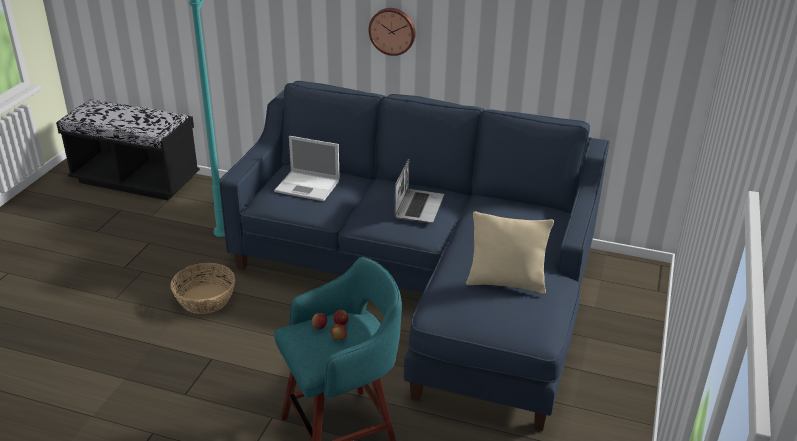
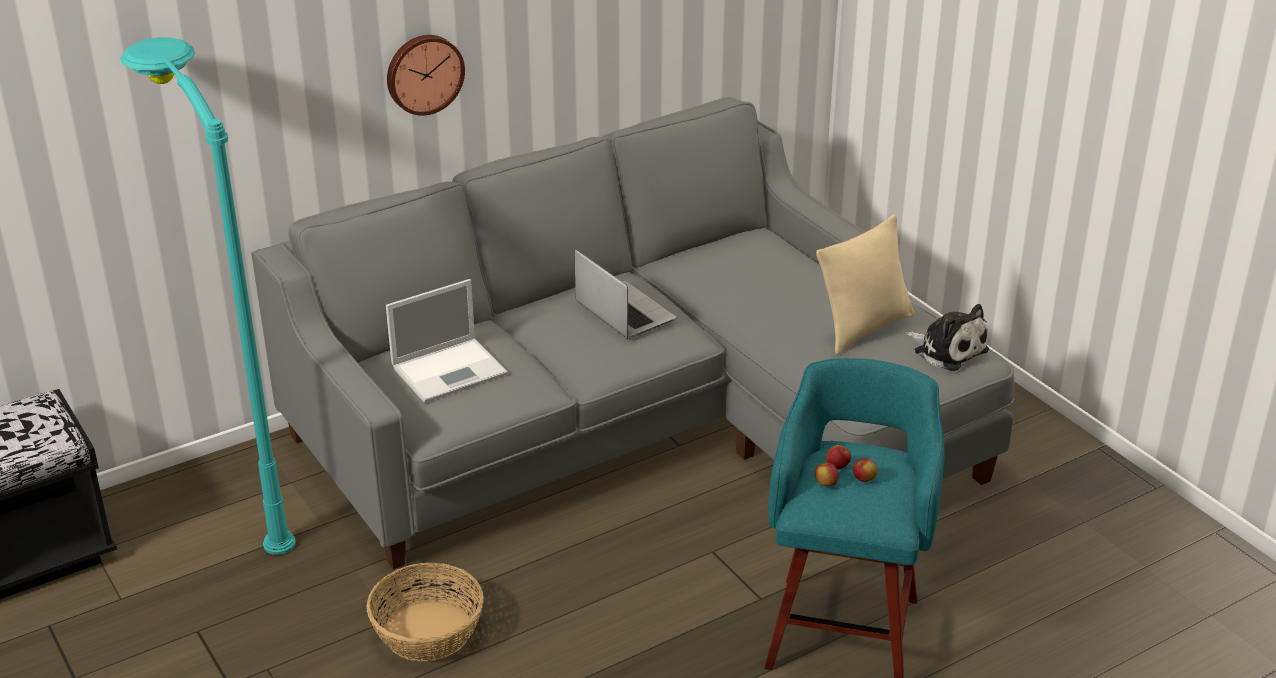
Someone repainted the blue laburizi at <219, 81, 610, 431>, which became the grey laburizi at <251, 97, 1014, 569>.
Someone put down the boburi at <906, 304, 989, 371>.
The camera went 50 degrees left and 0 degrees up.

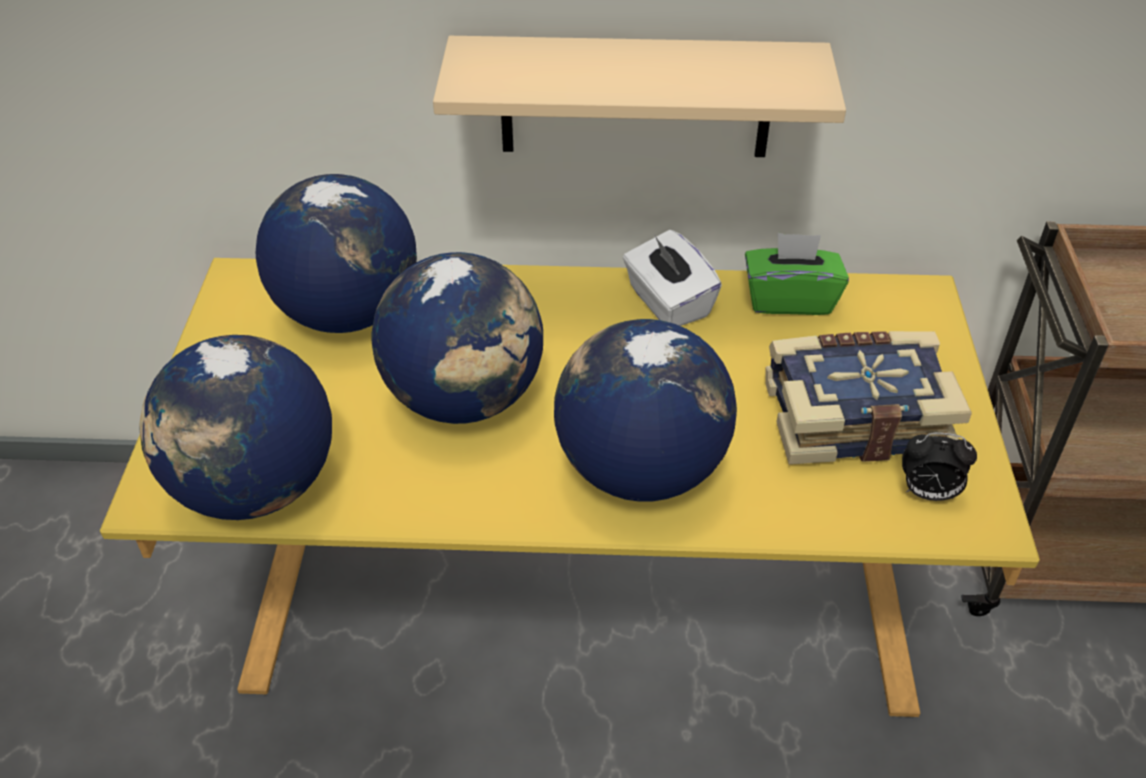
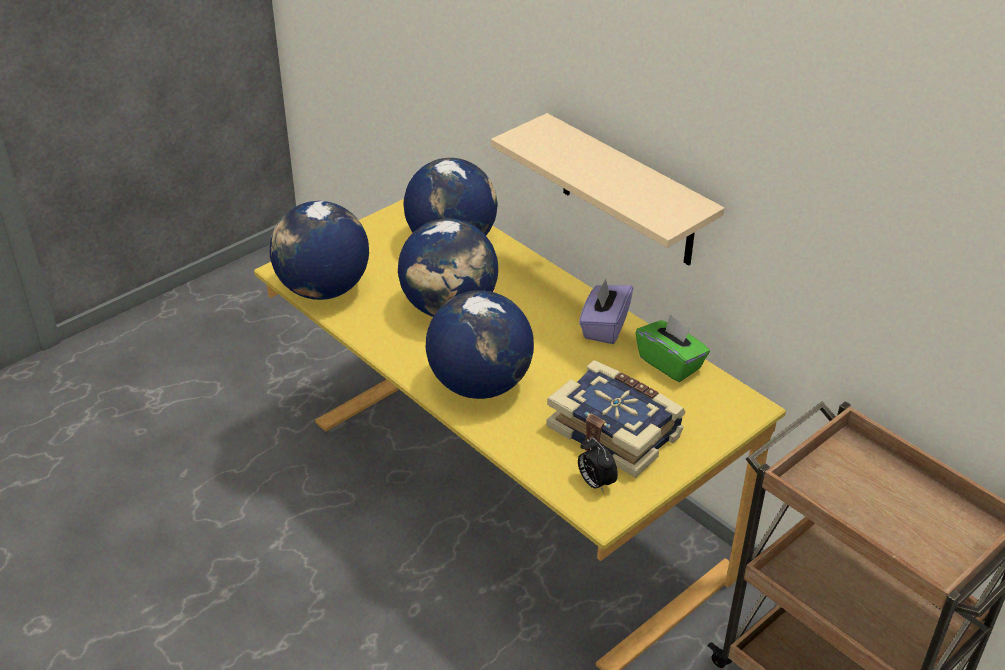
Someone repainted the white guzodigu at <623, 230, 722, 326>, which became the purple guzodigu at <579, 279, 633, 344>.
The camera went 45 degrees right and 5 degrees down.

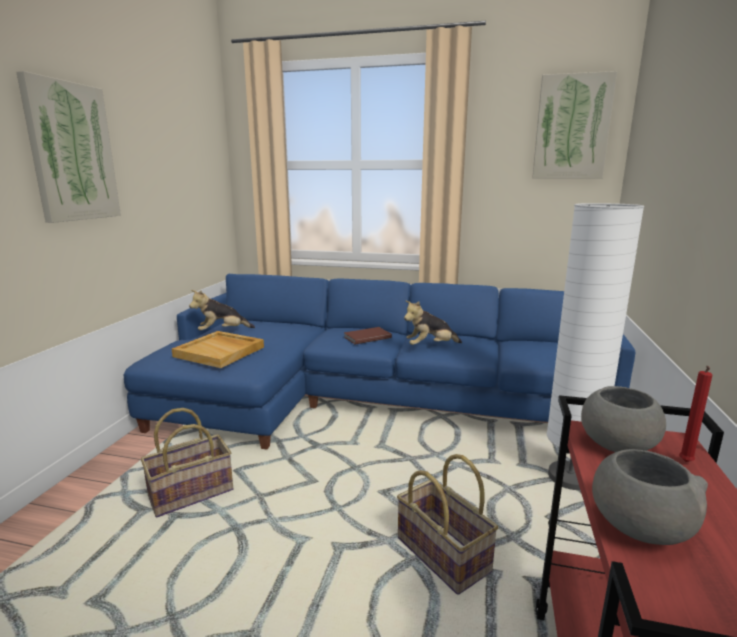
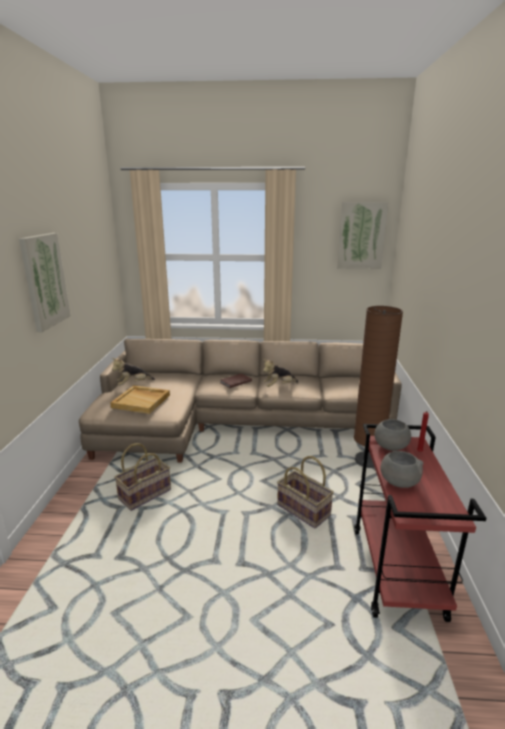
Someone repainted the blue laburizi at <124, 274, 636, 450>, which became the beige laburizi at <79, 339, 402, 463>.
Someone repainted the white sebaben at <546, 203, 644, 490>, which became the brown sebaben at <354, 306, 403, 468>.
The camera went 10 degrees left and 5 degrees up.

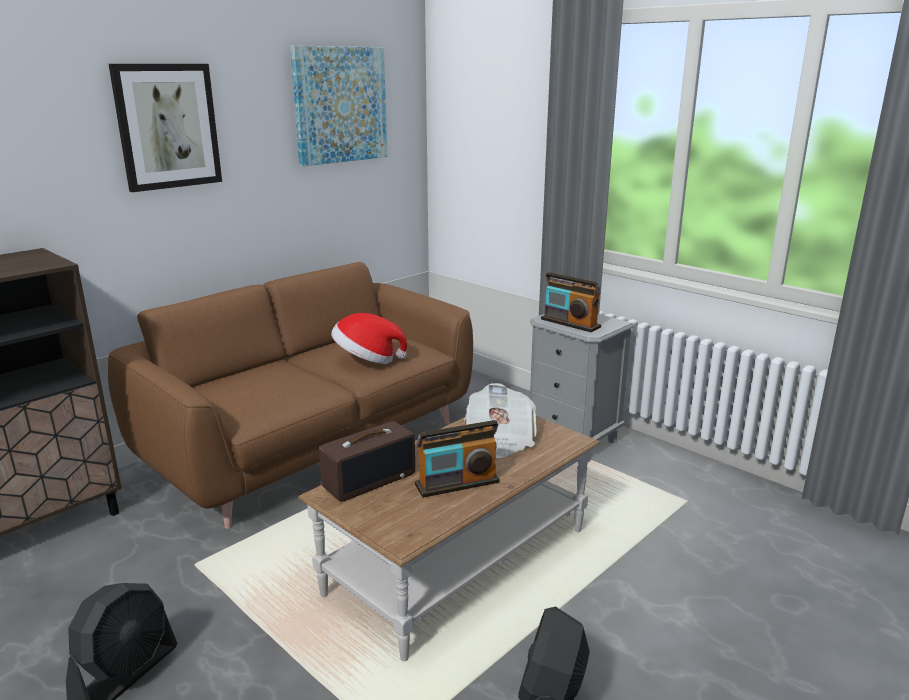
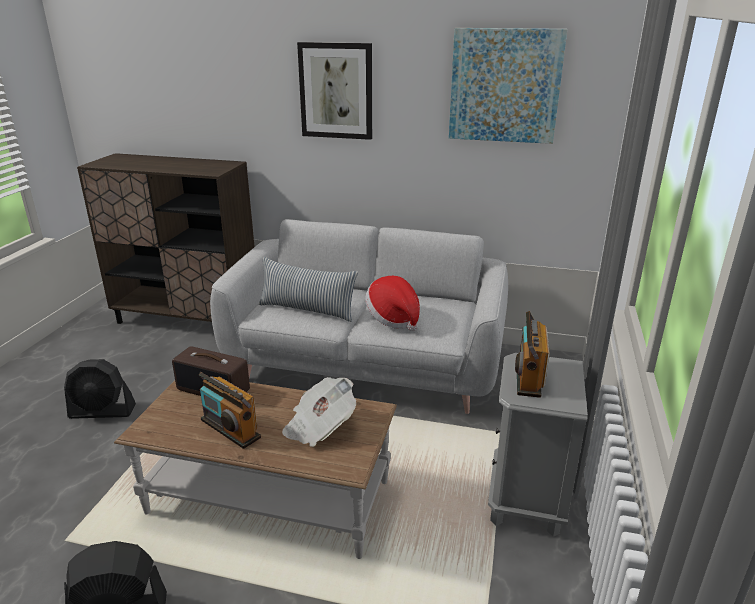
Someone repainted the brown laburizi at <108, 262, 473, 528>, which became the grey laburizi at <210, 219, 508, 414>.
Someone put down the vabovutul at <259, 257, 358, 322>.
The camera went 60 degrees right and 5 degrees up.

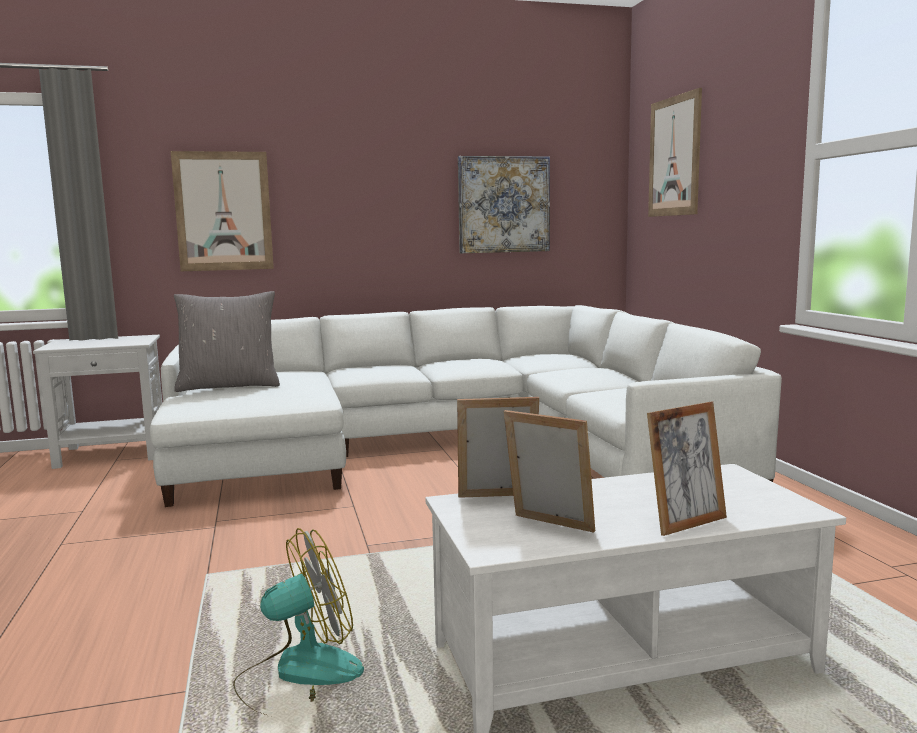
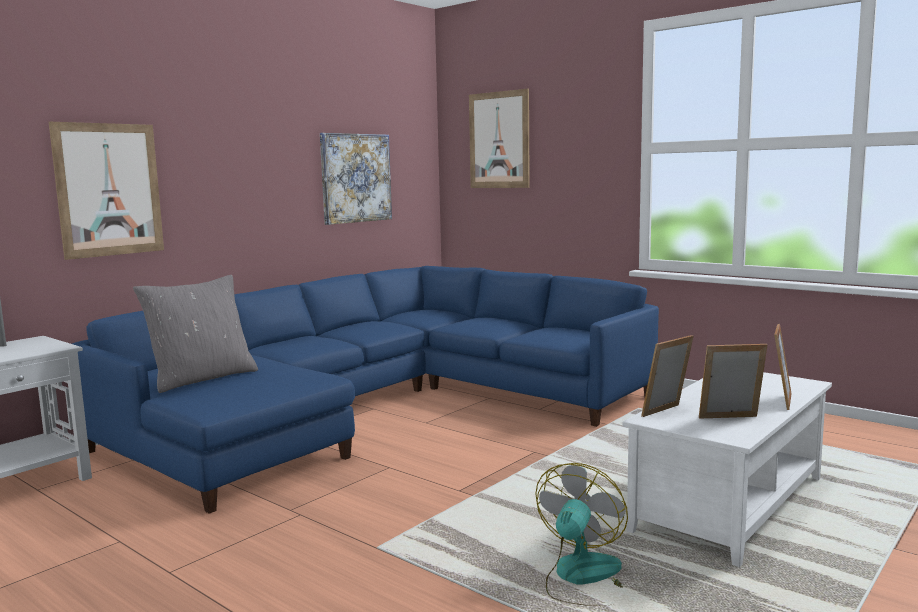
Someone repainted the white laburizi at <150, 305, 782, 507>, which became the blue laburizi at <72, 266, 659, 514>.
The camera went 35 degrees left and 0 degrees up.

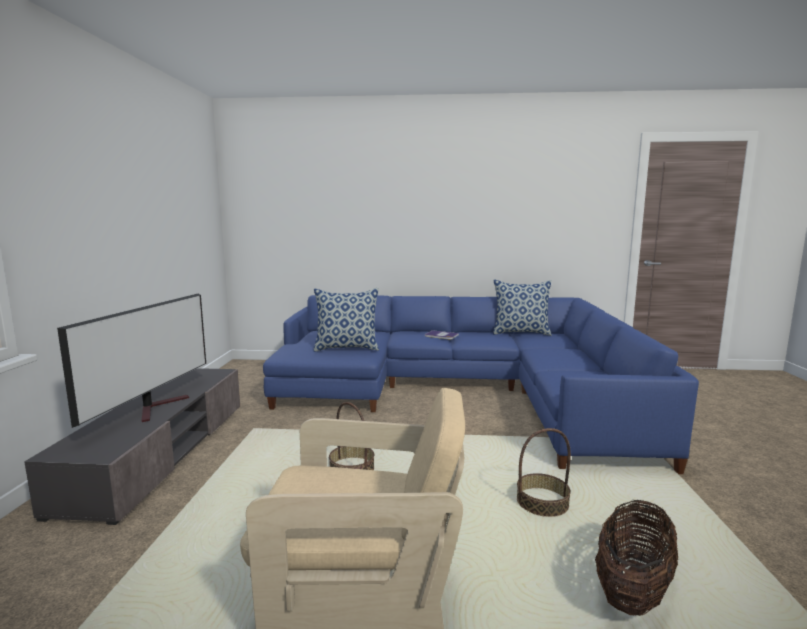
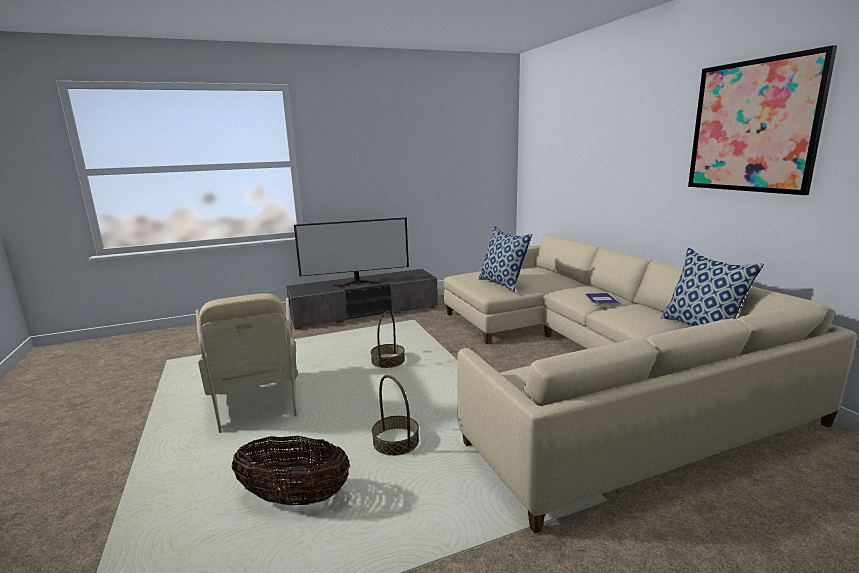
Someone repainted the blue laburizi at <263, 295, 699, 474>, which became the beige laburizi at <444, 234, 857, 534>.
Someone put up the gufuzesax at <688, 45, 837, 195>.
The camera went 65 degrees right and 5 degrees up.

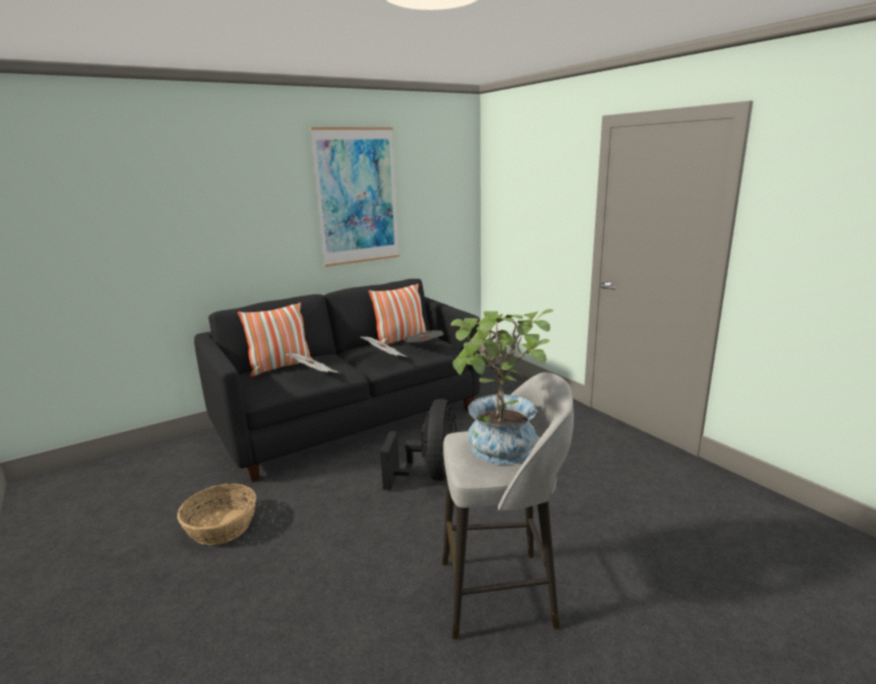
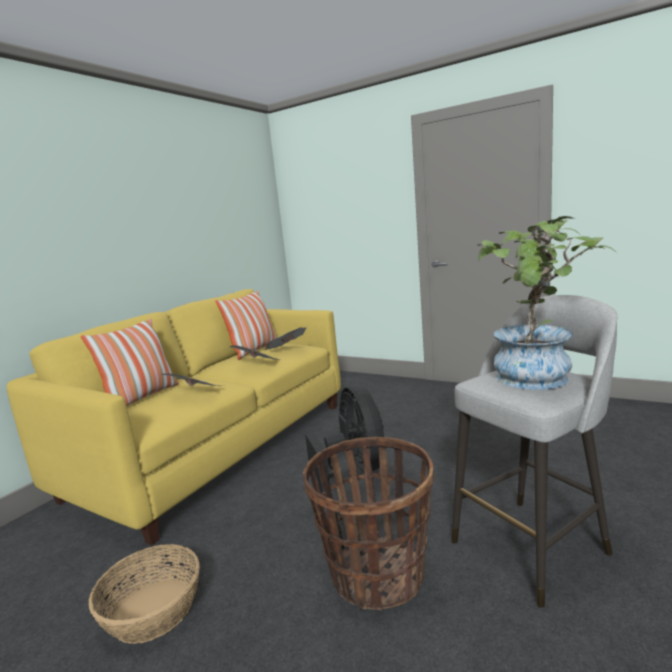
Someone repainted the black laburizi at <194, 279, 480, 482>, which became the yellow laburizi at <7, 289, 341, 545>.
Someone put down the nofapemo at <303, 437, 434, 610>.
Someone took away the gufuzesax at <310, 127, 400, 267>.
The camera went 25 degrees left and 5 degrees down.

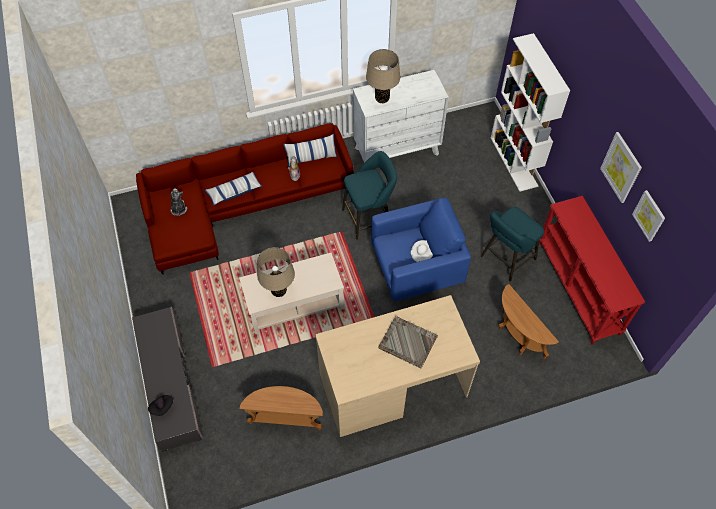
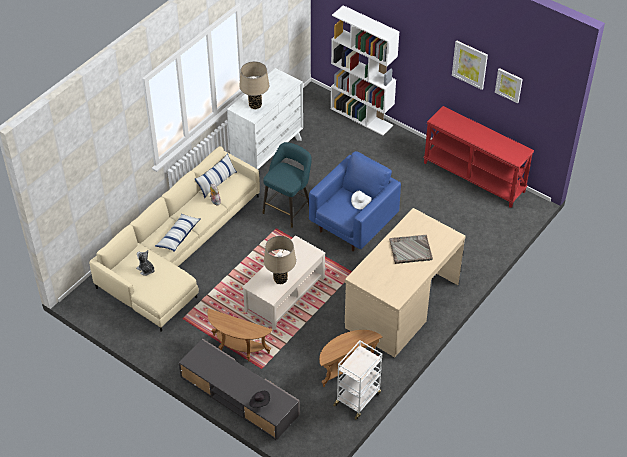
Someone repainted the red laburizi at <136, 123, 354, 274>, which became the beige laburizi at <89, 146, 260, 332>.
Someone carried the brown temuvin from <499, 284, 559, 359> to <207, 309, 272, 362>.
Someone put down the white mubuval at <333, 341, 382, 420>.
Someone took away the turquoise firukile at <481, 207, 544, 281>.
The camera went 35 degrees left and 10 degrees down.

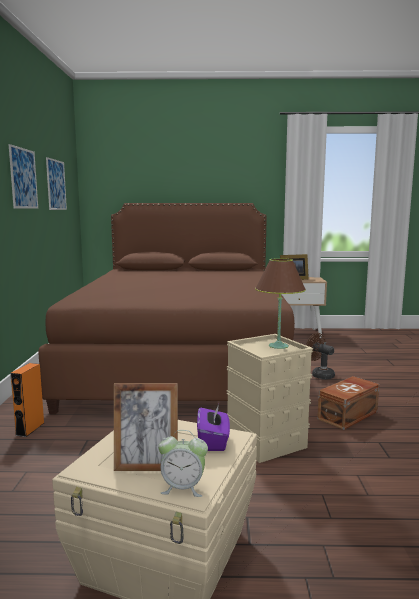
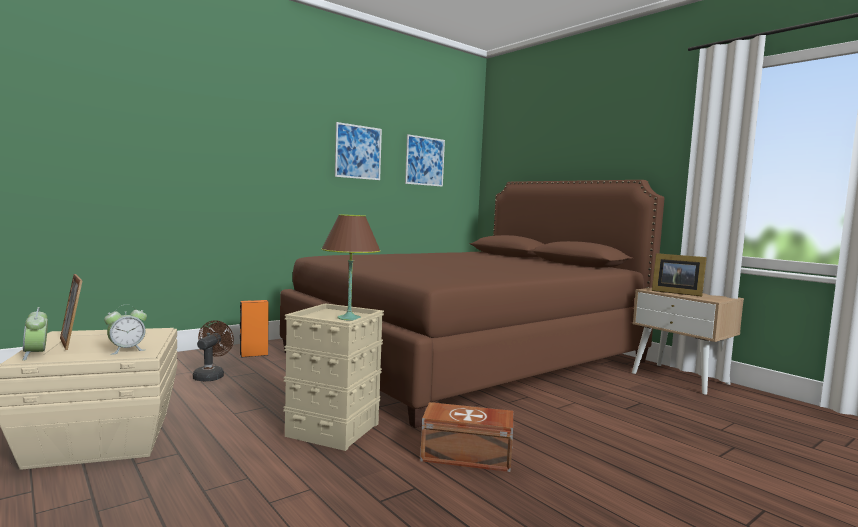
Someone swapped the purple guzodigu at <197, 405, 230, 451> for the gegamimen at <104, 305, 147, 355>.
Someone carried the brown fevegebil from <306, 333, 335, 379> to <193, 321, 234, 381>.
The camera went 50 degrees right and 5 degrees down.

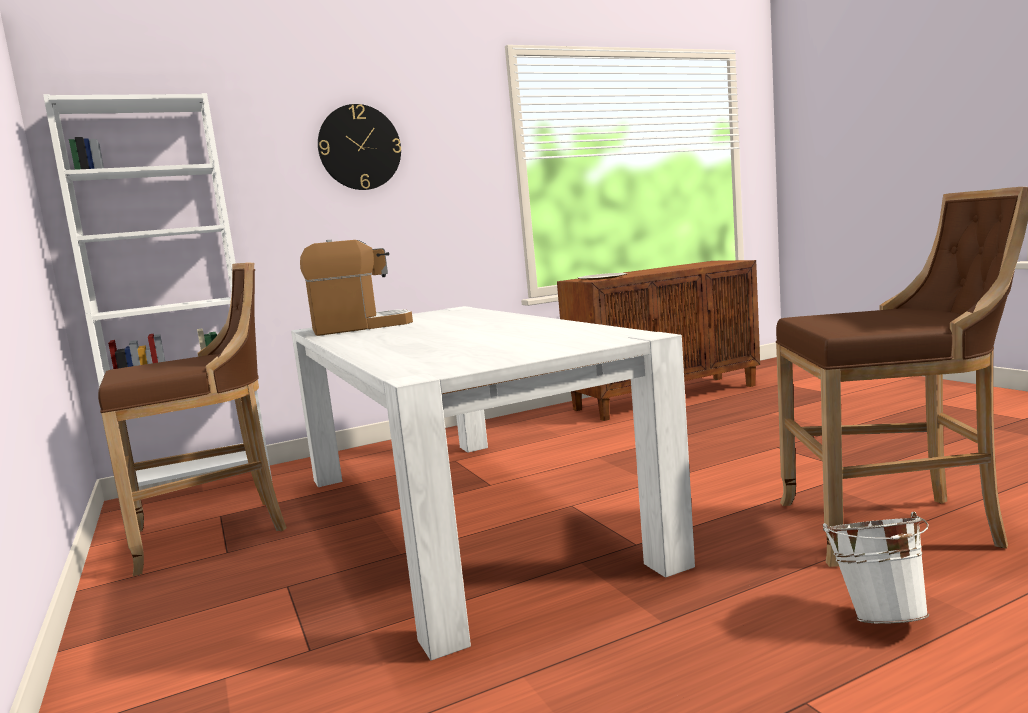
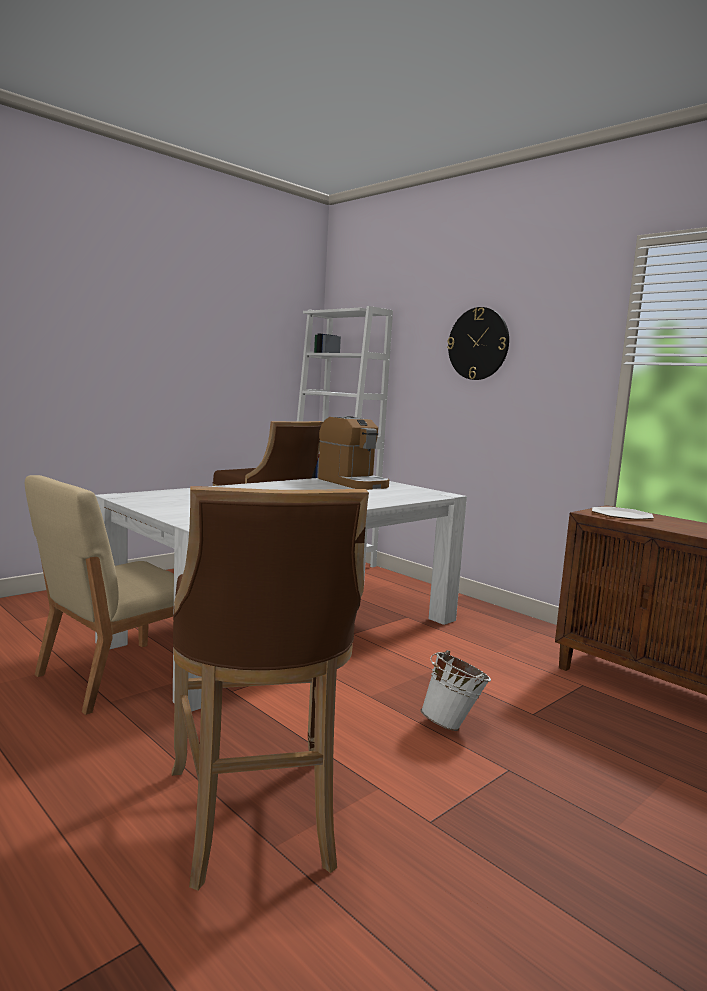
Someone put down the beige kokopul at <25, 475, 174, 715>.
Someone carried the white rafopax from <823, 512, 929, 624> to <420, 650, 491, 731>.
The camera went 70 degrees right and 0 degrees up.

